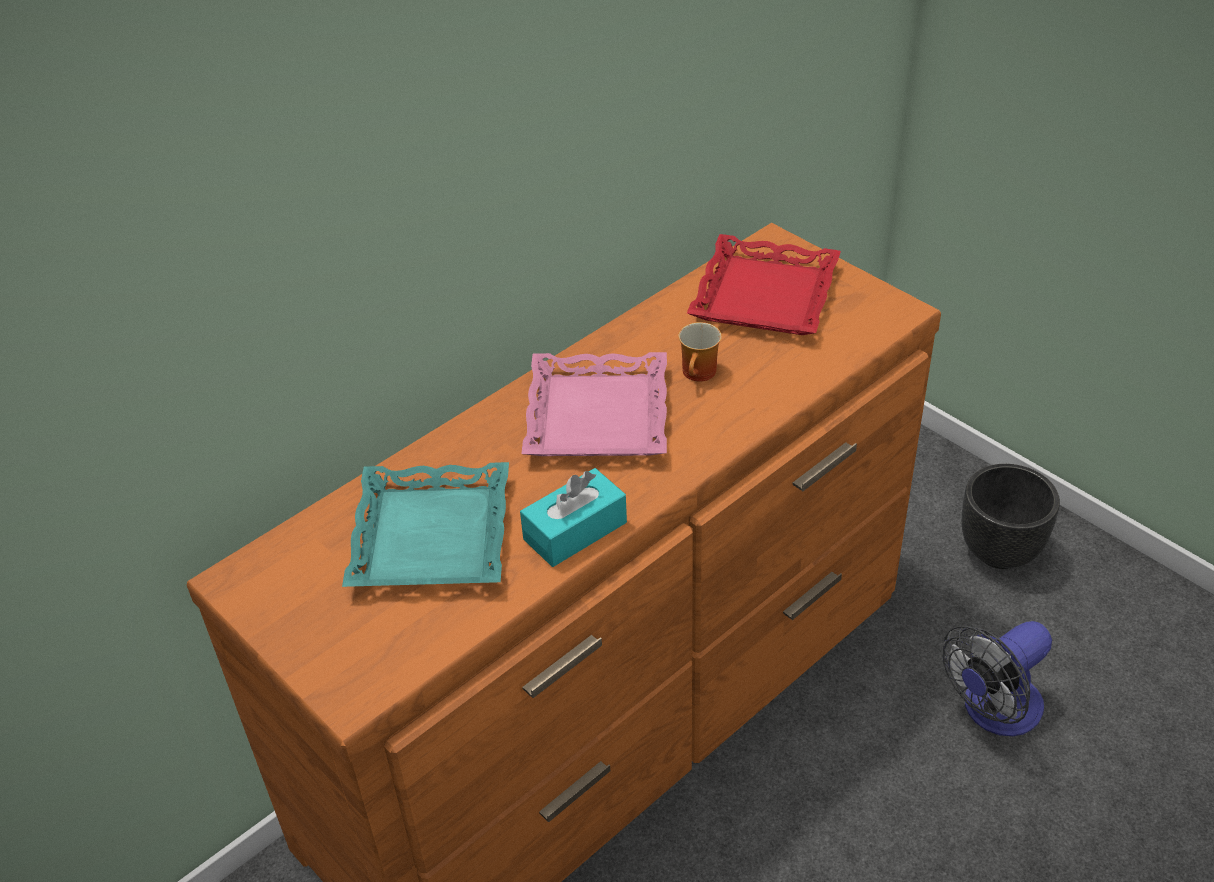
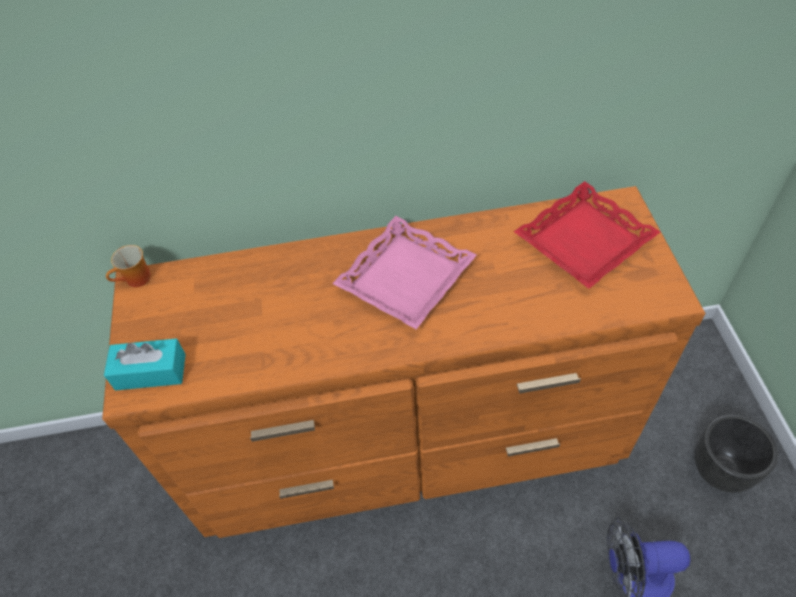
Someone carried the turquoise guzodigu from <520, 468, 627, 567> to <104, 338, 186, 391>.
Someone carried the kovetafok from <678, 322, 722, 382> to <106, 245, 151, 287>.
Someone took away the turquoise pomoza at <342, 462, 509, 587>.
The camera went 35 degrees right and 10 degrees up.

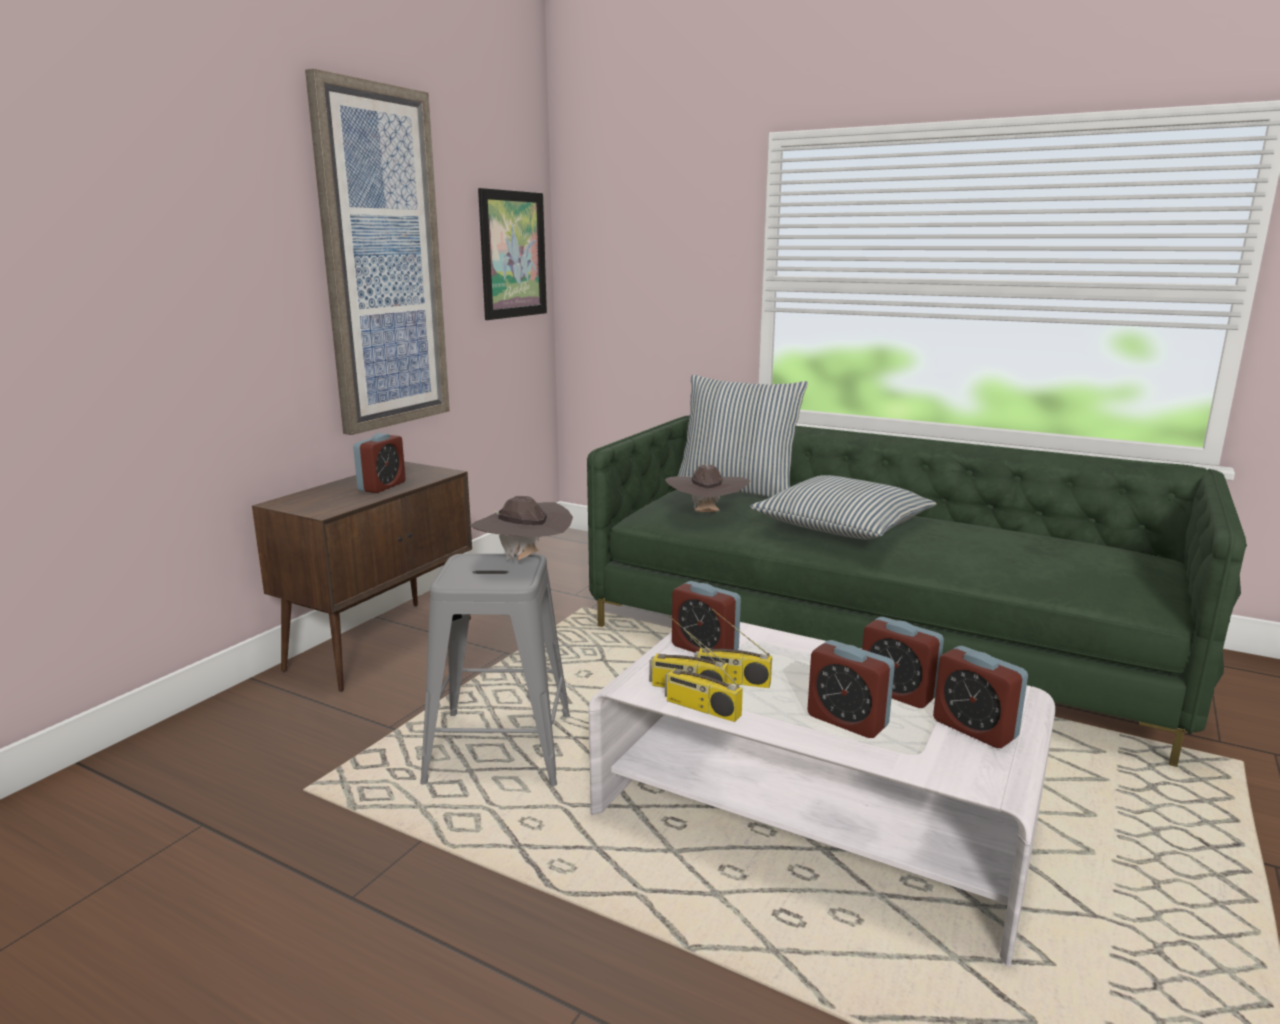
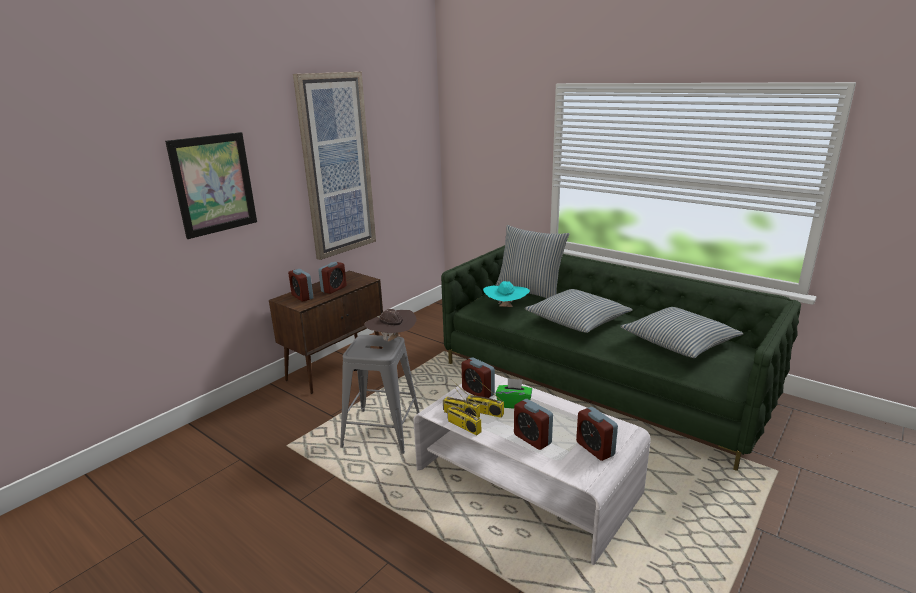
Someone carried the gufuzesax from <478, 188, 547, 320> to <165, 132, 257, 239>.
Someone carried the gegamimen from <862, 617, 944, 708> to <288, 269, 314, 302>.
Someone repainted the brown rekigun at <665, 465, 751, 512>, which became the turquoise rekigun at <483, 281, 530, 307>.
Someone put down the green guzodigu at <496, 378, 532, 409>.
Someone put down the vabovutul at <620, 307, 743, 358>.
The camera went 10 degrees right and 5 degrees up.

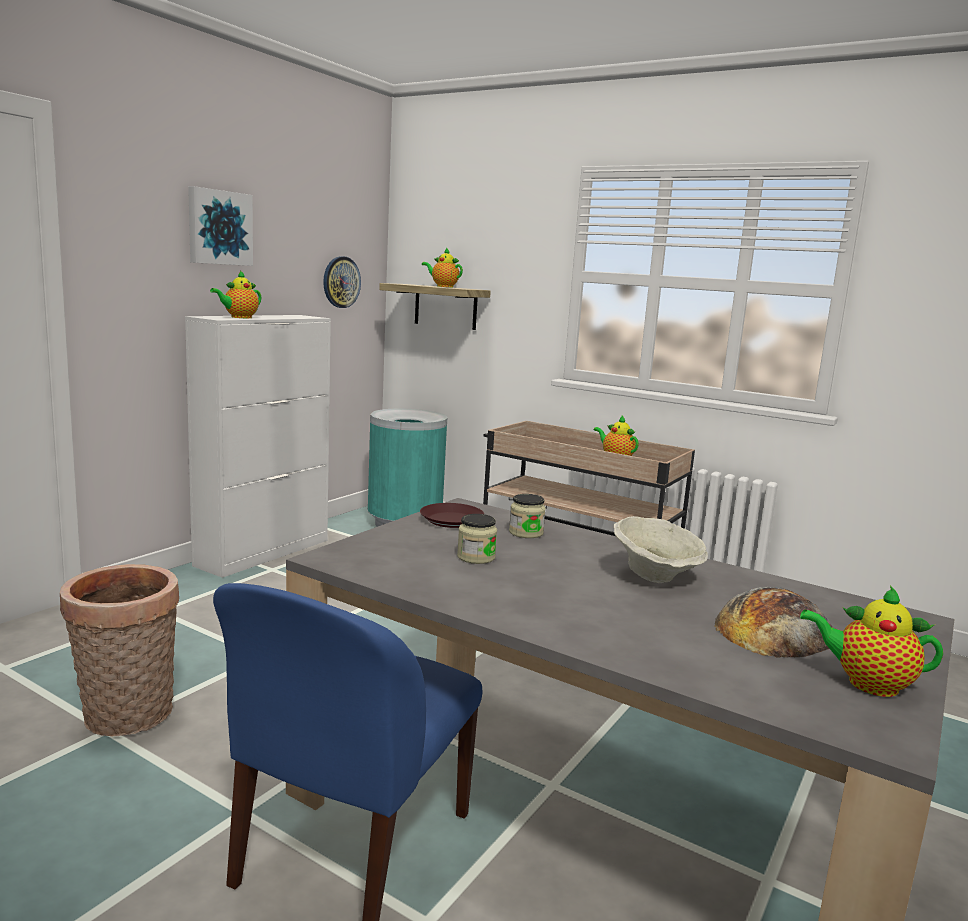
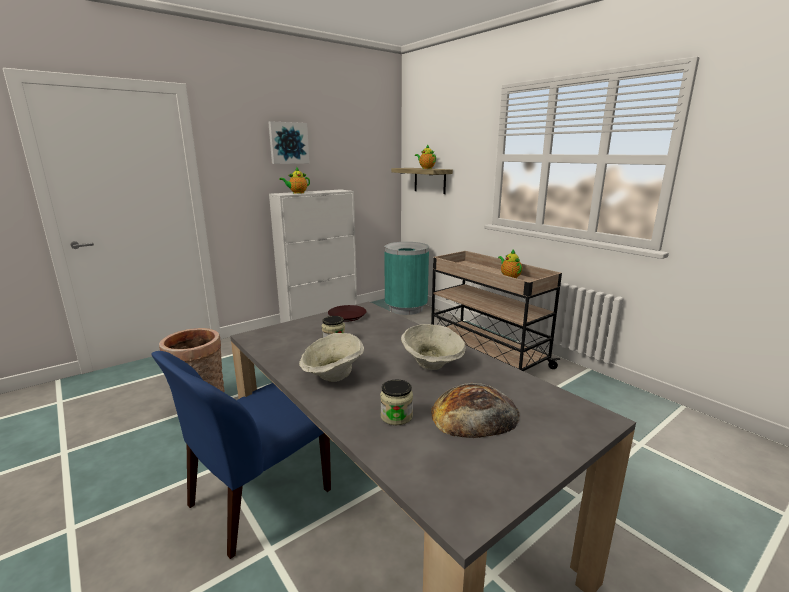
Someone put down the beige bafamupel at <299, 333, 364, 382>.
Someone carried the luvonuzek from <509, 494, 546, 538> to <380, 379, 413, 425>.
Someone took away the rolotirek at <323, 256, 361, 308>.
Someone took away the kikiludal at <800, 586, 943, 697>.
The camera went 20 degrees right and 5 degrees up.

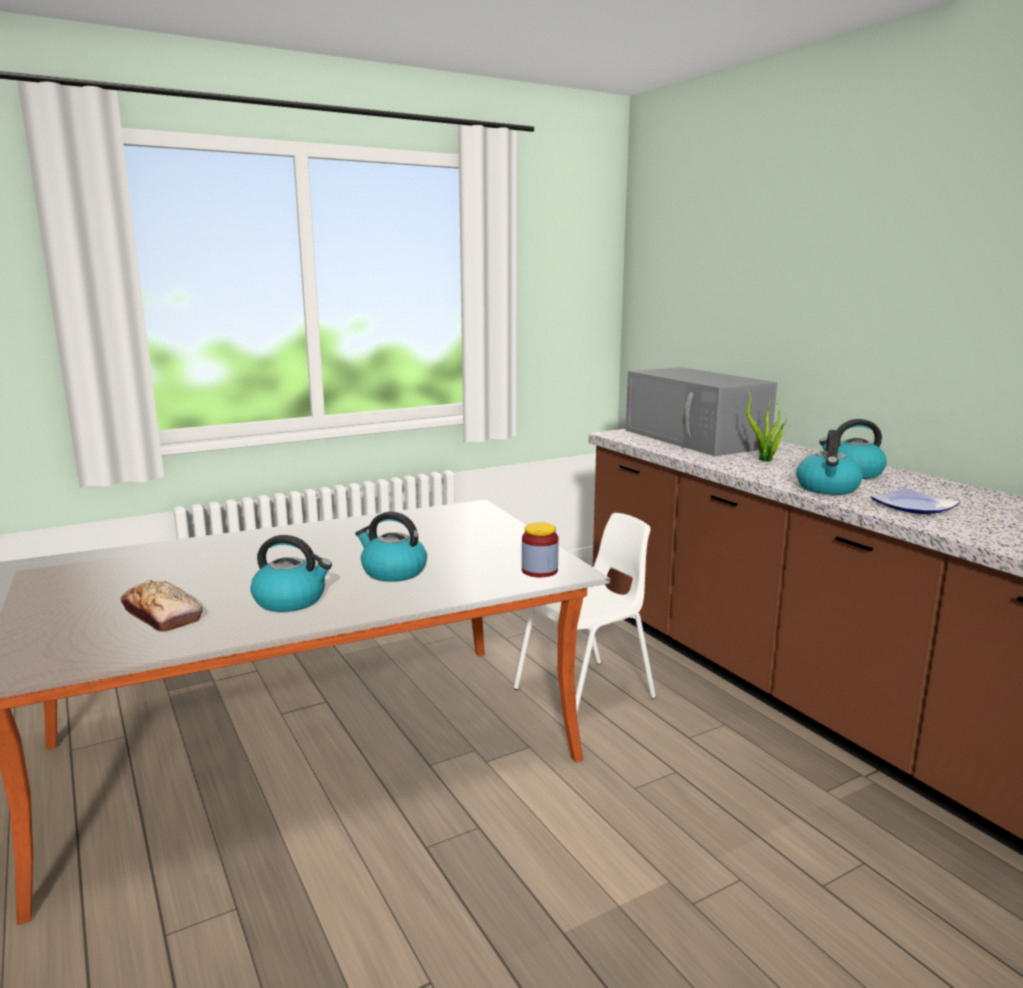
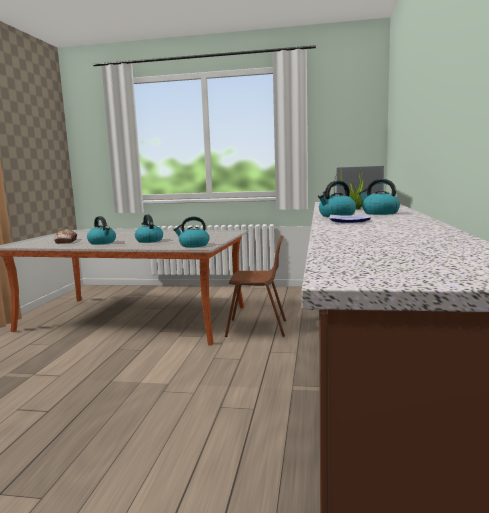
Someone swapped the luvonuzek at <522, 522, 559, 577> for the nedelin at <174, 216, 209, 248>.
Someone repainted the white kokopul at <514, 513, 656, 712>, which became the brown kokopul at <225, 235, 286, 337>.
The camera went 40 degrees right and 5 degrees down.

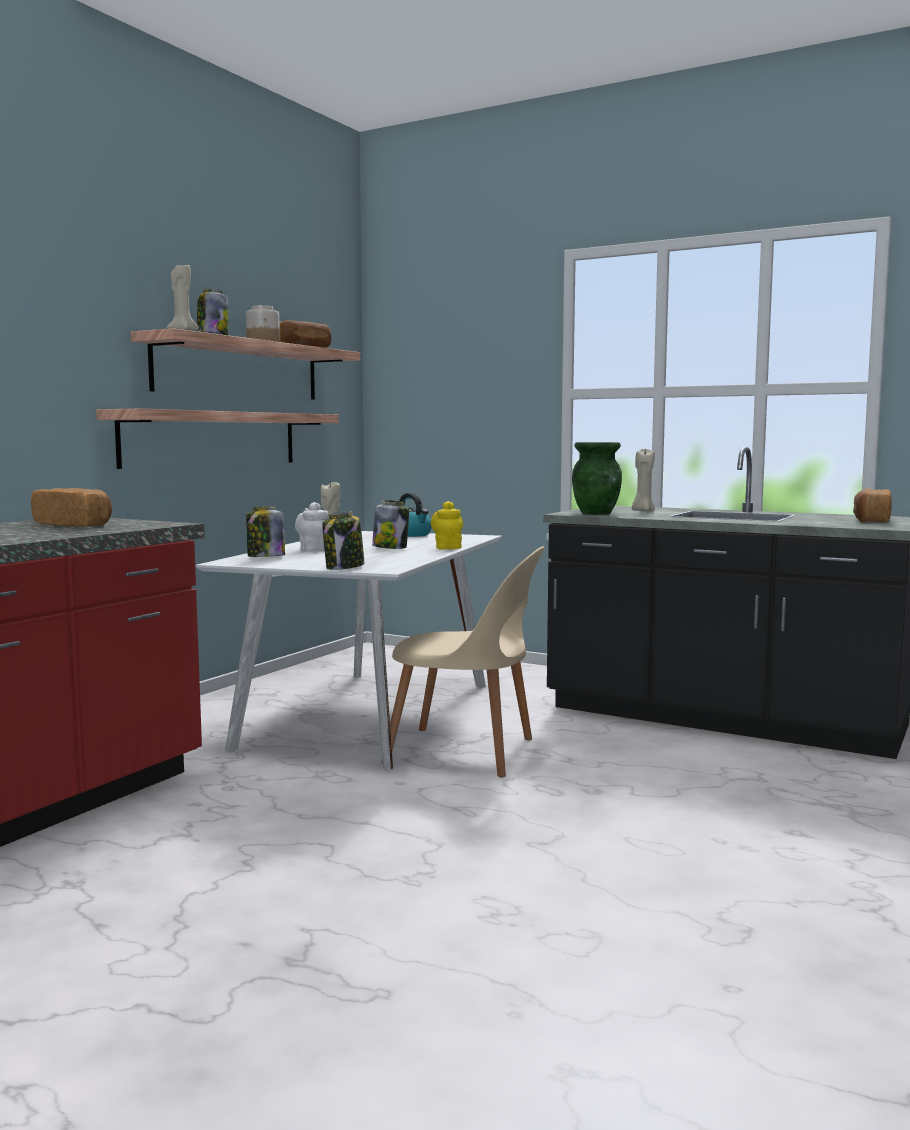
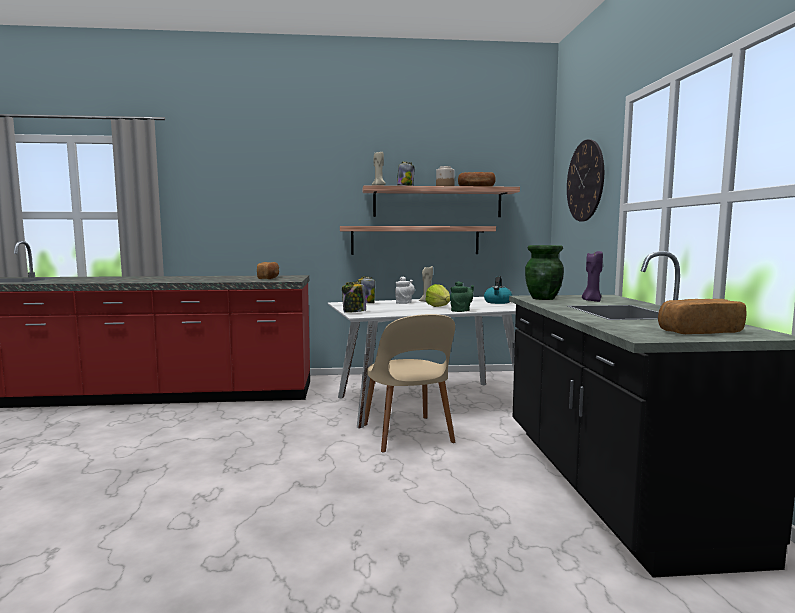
Someone swapped the luvonuzek at <372, 500, 409, 549> for the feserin at <425, 284, 450, 307>.
Someone repainted the yellow kikiludal at <431, 501, 463, 550>, which became the green kikiludal at <450, 281, 474, 312>.
Someone put up the rolotirek at <567, 140, 604, 222>.
Someone repainted the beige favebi at <632, 447, 655, 511>, which became the purple favebi at <582, 251, 603, 302>.
The camera went 55 degrees right and 0 degrees up.

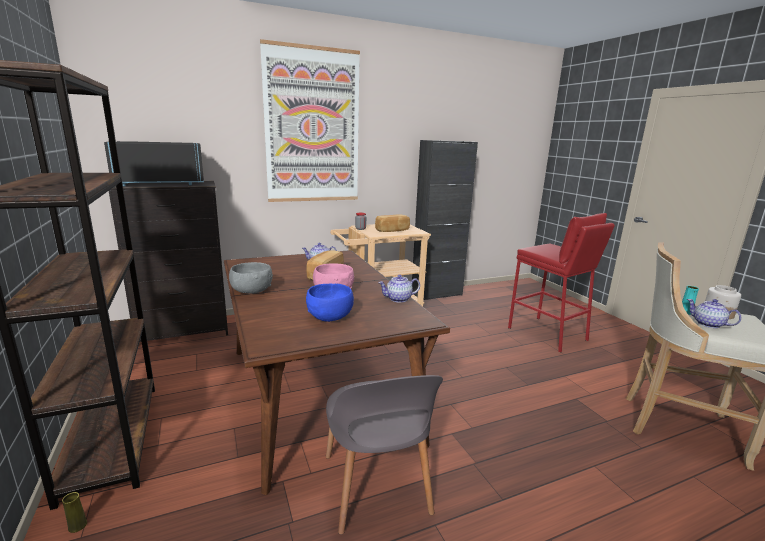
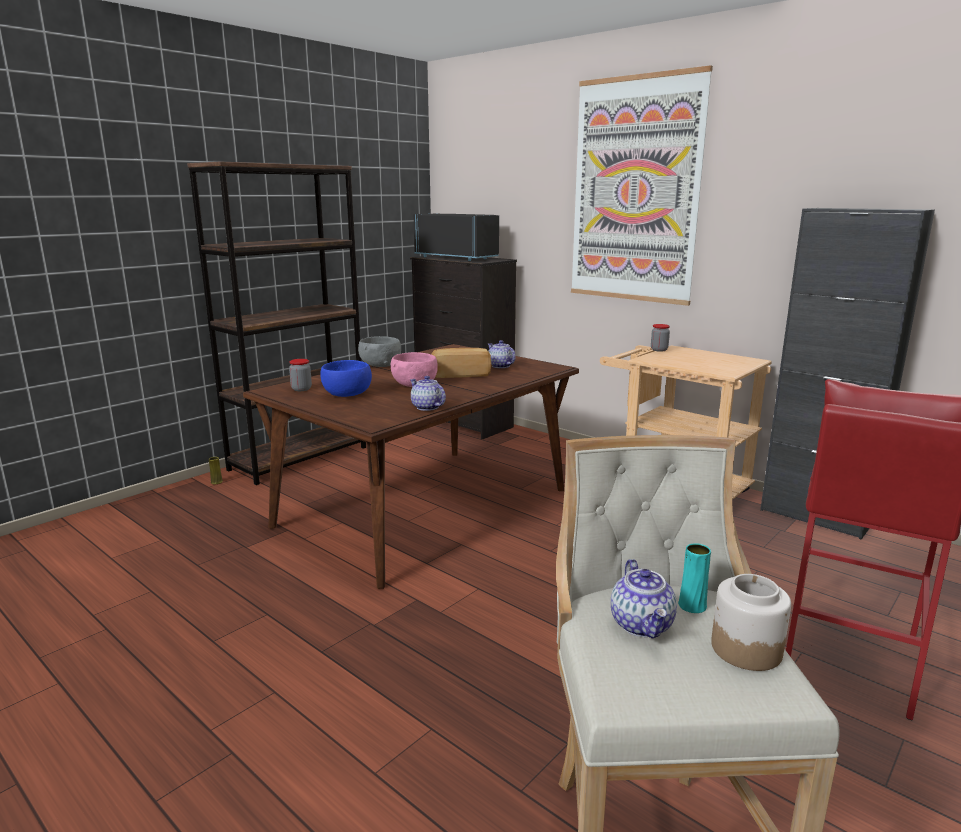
Someone put down the luvonuzek at <289, 359, 312, 391>.
Someone rotated the kikiludal at <687, 299, 741, 328> by 150 degrees clockwise.
Someone took away the grey kokopul at <326, 375, 443, 535>.
Someone took away the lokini at <375, 214, 410, 232>.
The camera went 65 degrees right and 0 degrees up.

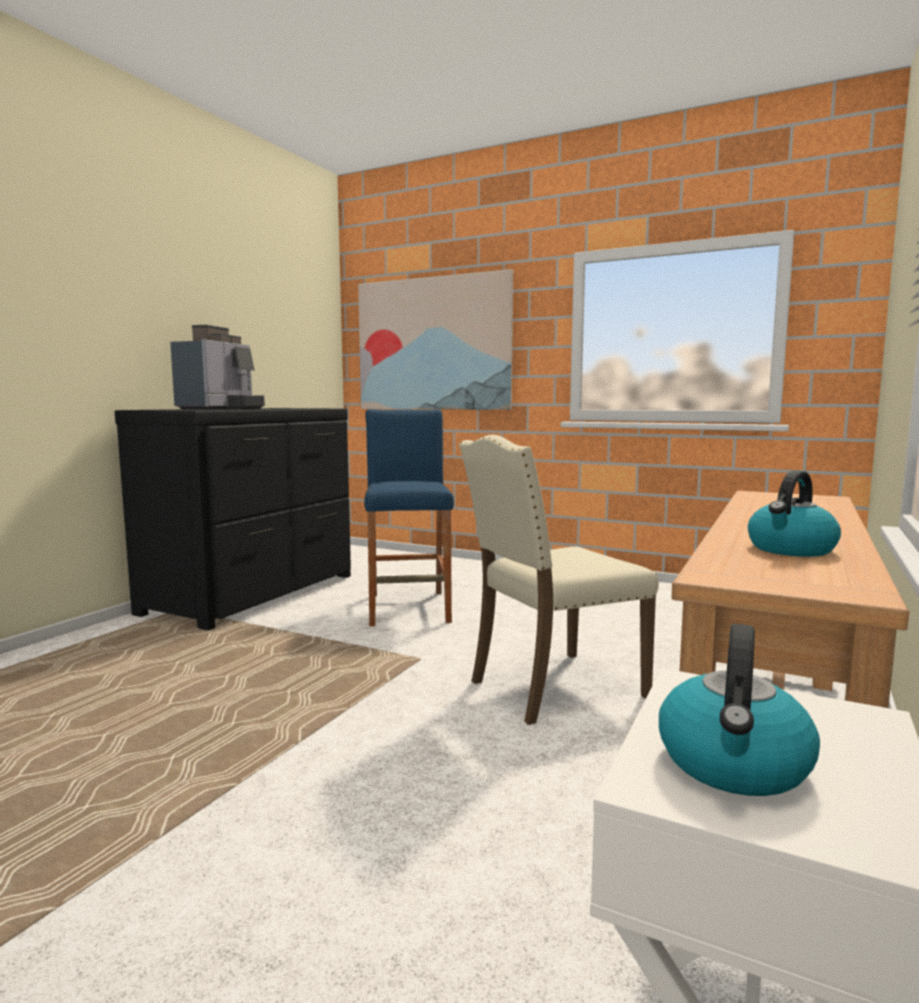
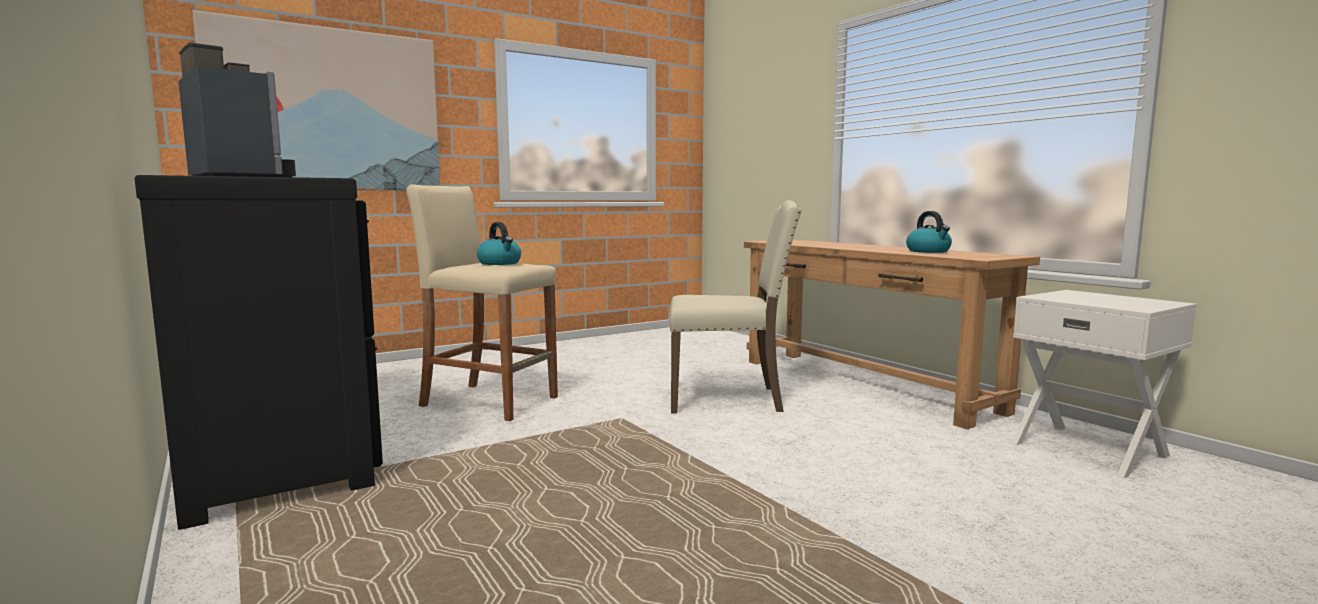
Someone repainted the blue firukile at <364, 409, 454, 626>, which became the beige firukile at <406, 185, 558, 421>.
Someone carried the nedelin from <659, 624, 820, 796> to <477, 222, 521, 265>.
Someone rotated the beige kokopul at <459, 435, 659, 725> by 90 degrees counterclockwise.
The camera went 60 degrees left and 0 degrees up.

